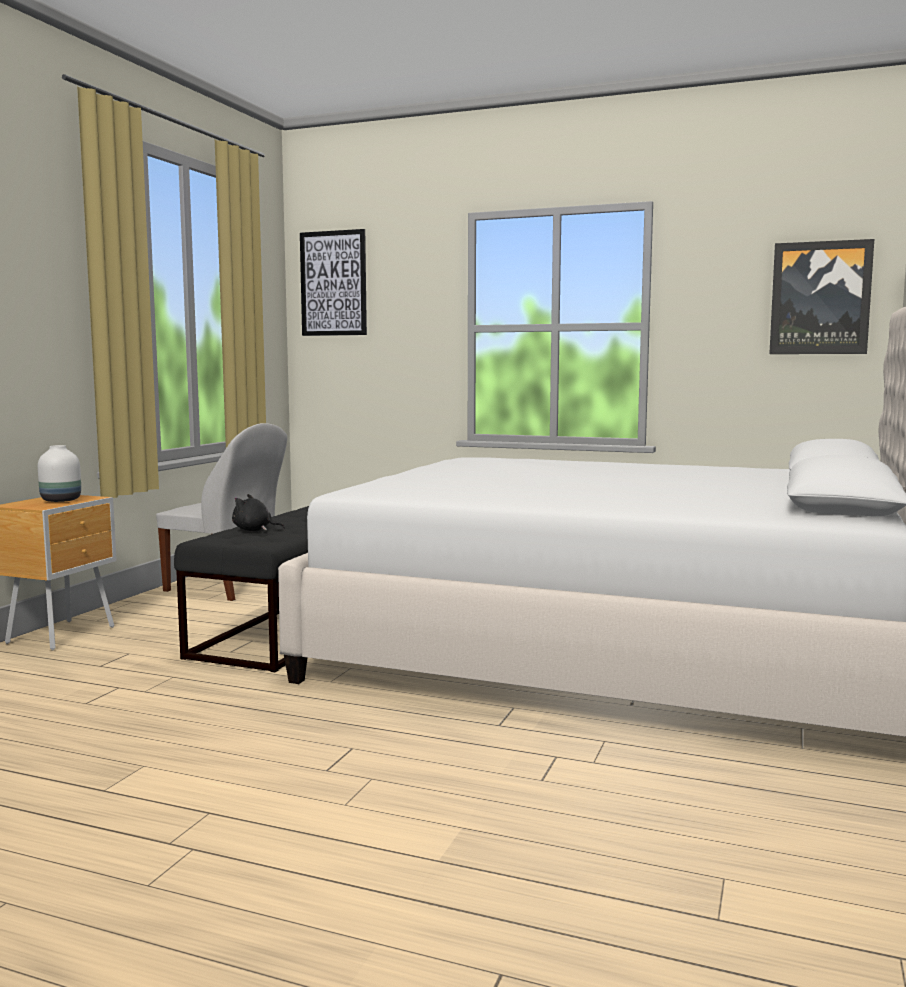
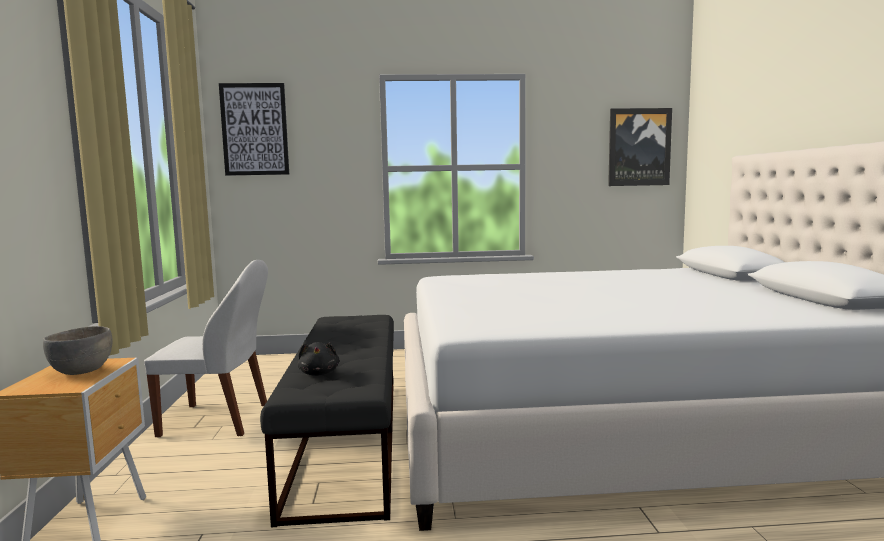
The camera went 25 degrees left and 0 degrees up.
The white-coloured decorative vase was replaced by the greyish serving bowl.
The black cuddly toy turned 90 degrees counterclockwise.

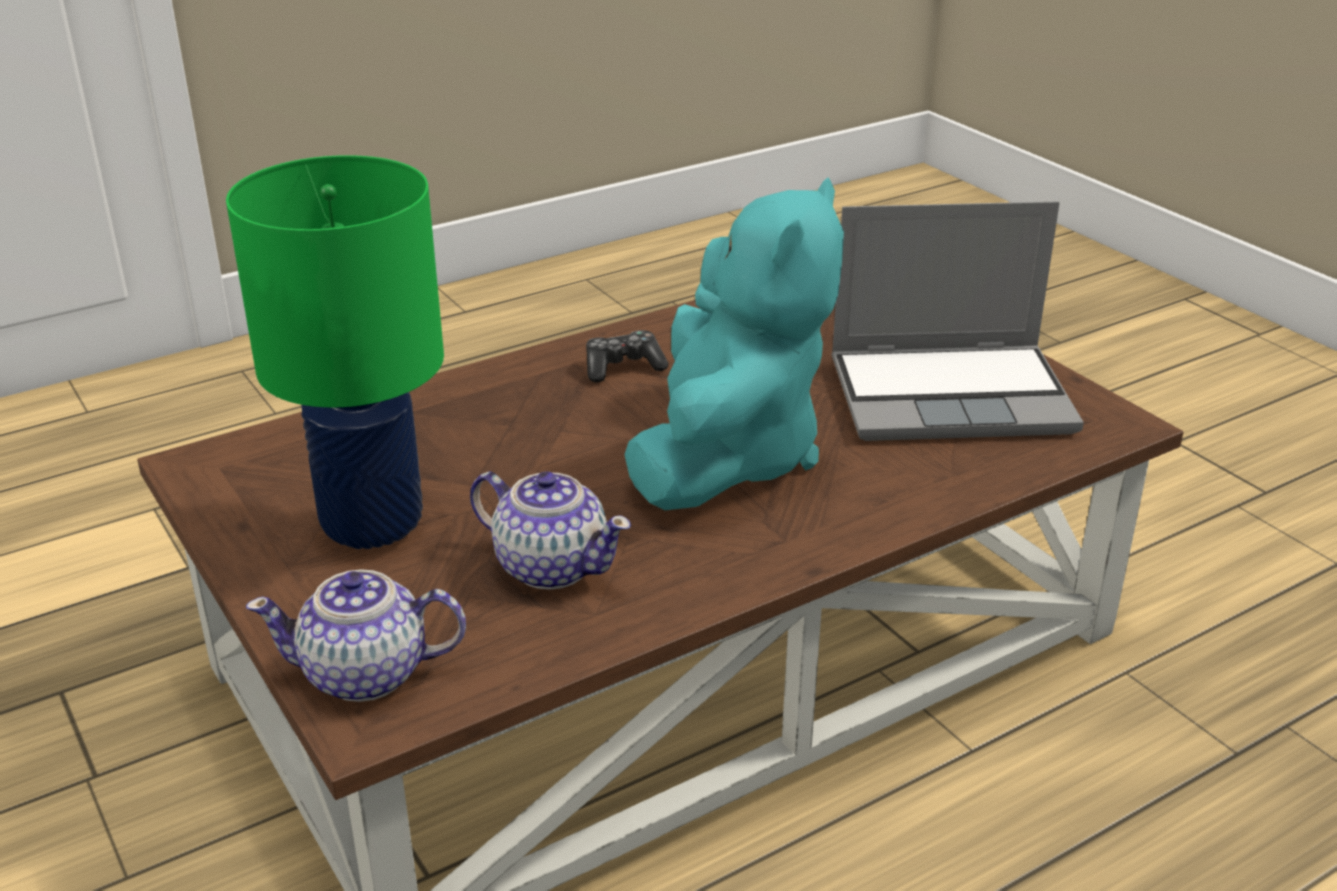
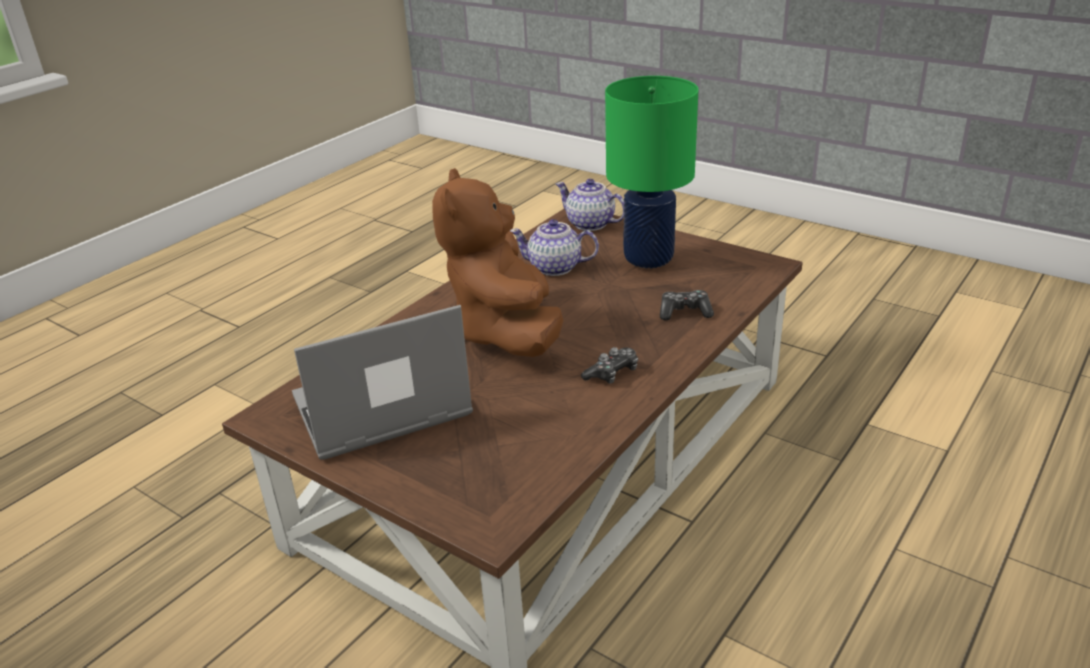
The camera went 160 degrees right and 0 degrees up.
The turquoise cuddly toy became the brown cuddly toy.
The teapot (1st from left in the first image) turned 120 degrees counterclockwise.
The gamepad (2nd from left) appeared.

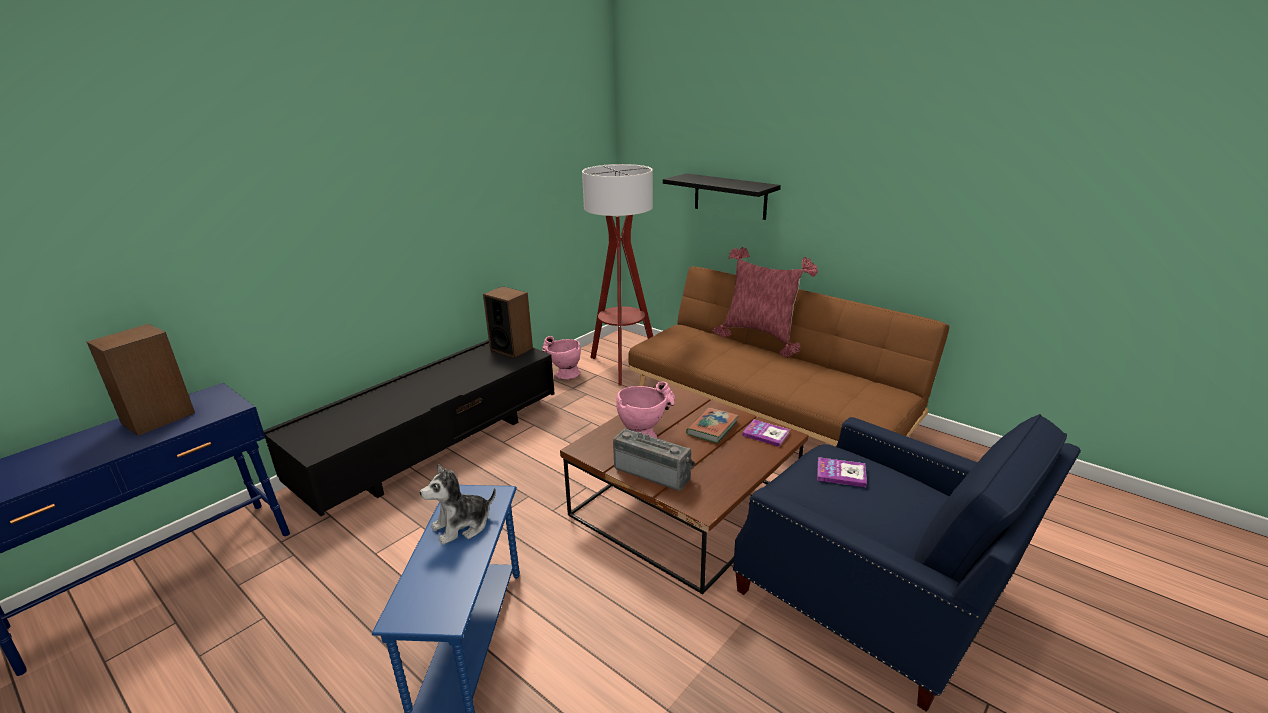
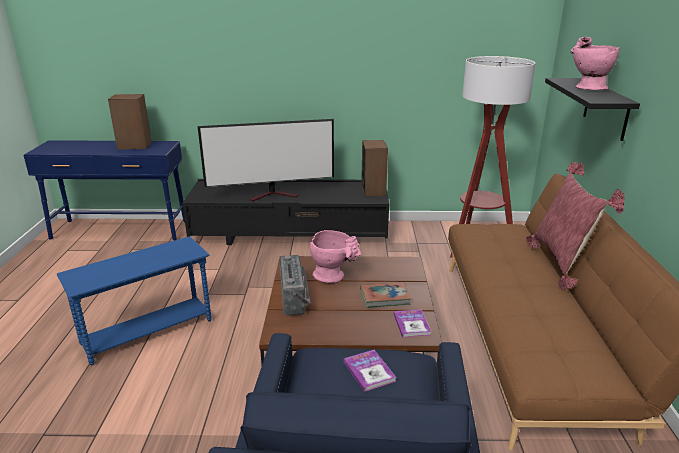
The camera went 50 degrees right and 0 degrees up.
The pink-coloured decorative vase (1st from left in the first image) moved.
The cuddly toy disappeared.
The TV appeared.

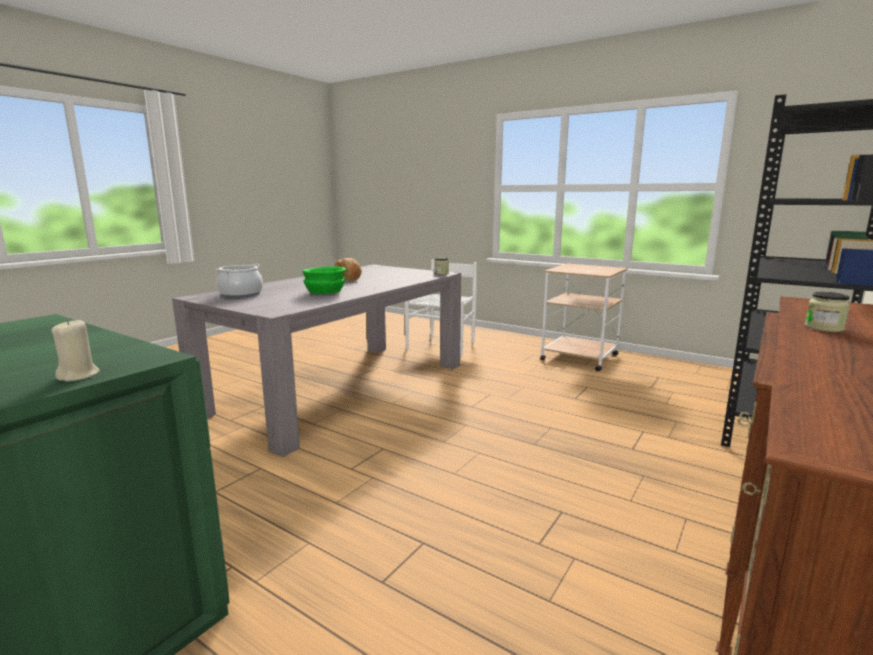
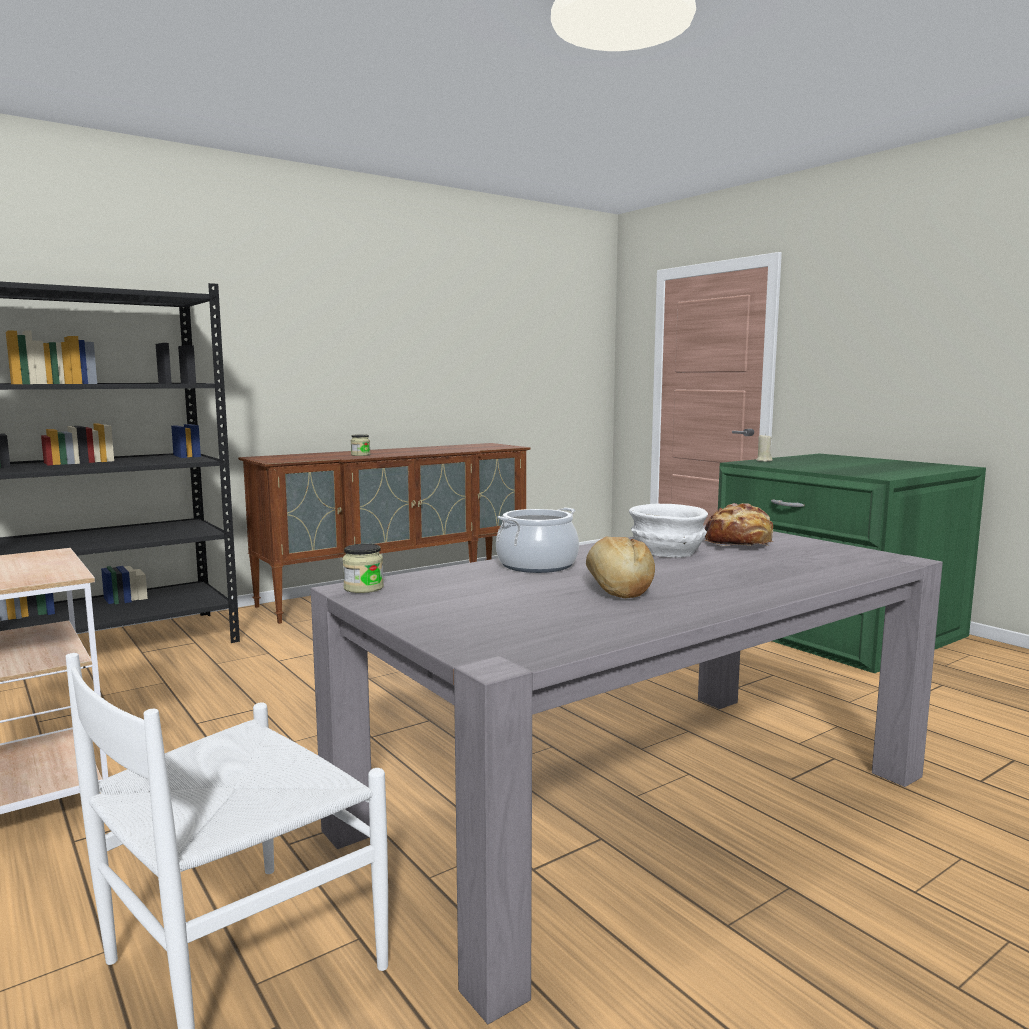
The camera went 160 degrees left and 5 degrees down.
The cooking pot moved.
The green-coloured serving bowl became the white-coloured serving bowl.
The baked bread (2nd from left) appeared.

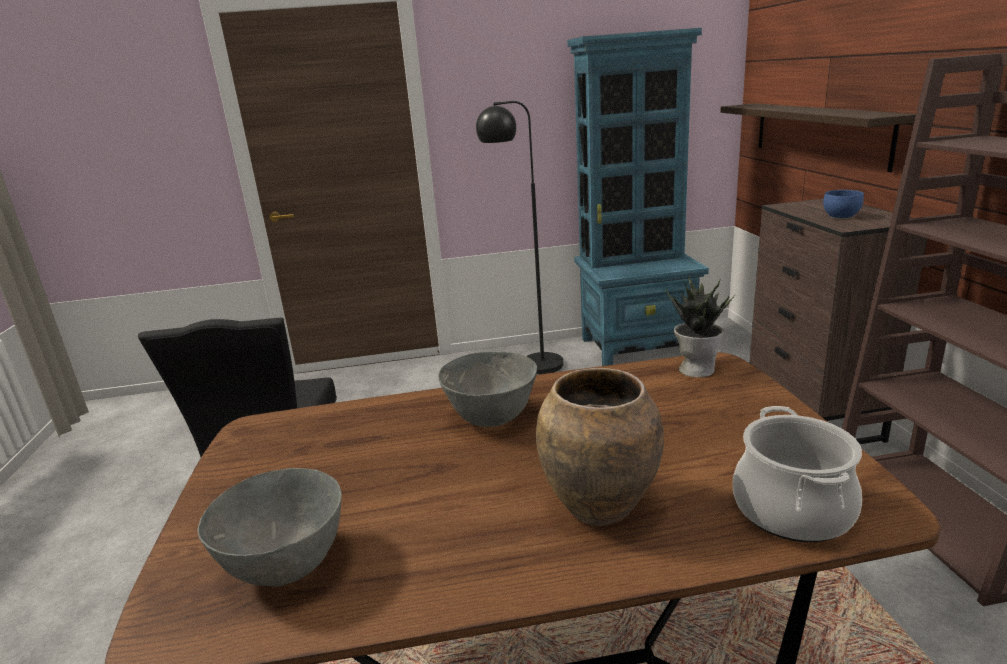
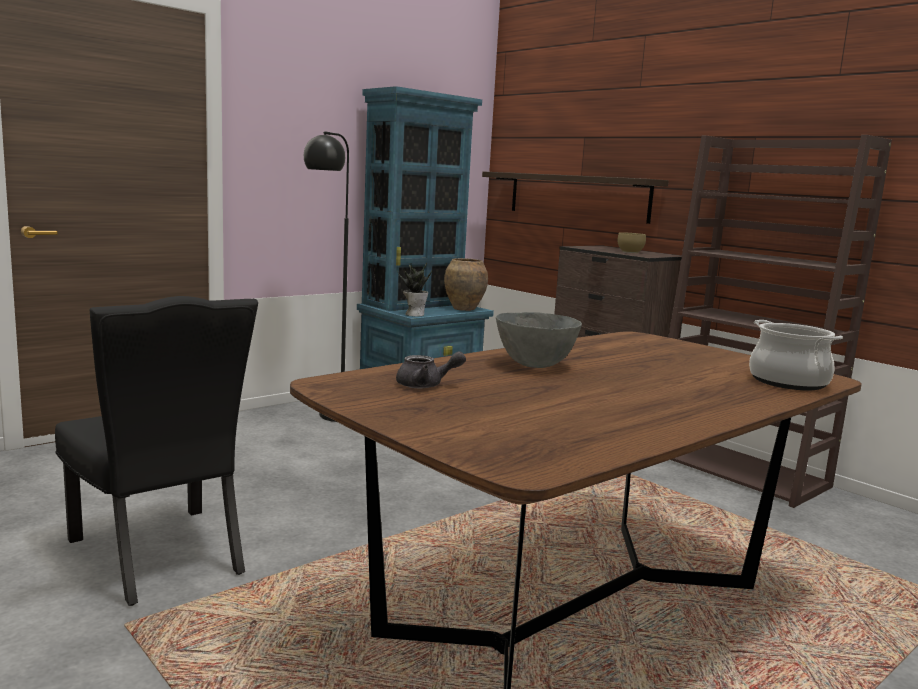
The camera went 35 degrees left and 10 degrees down.
The blue serving bowl became the brown serving bowl.
The houseplant moved.
The brown decorative vase moved.
The greyish serving bowl (1st from left) disappeared.
The greyish teapot appeared.

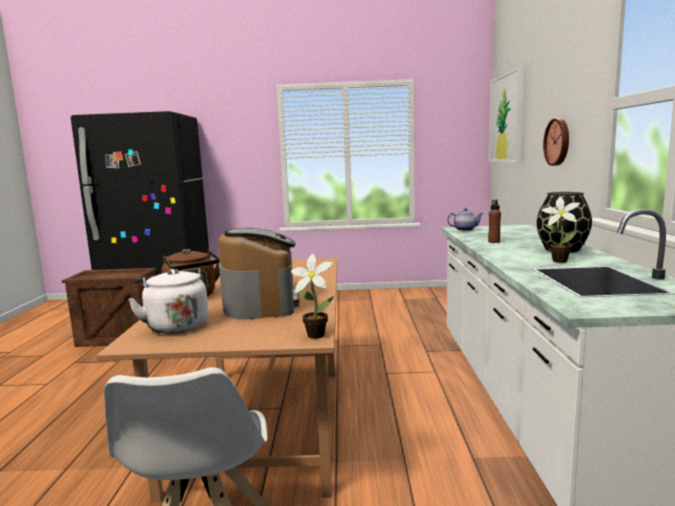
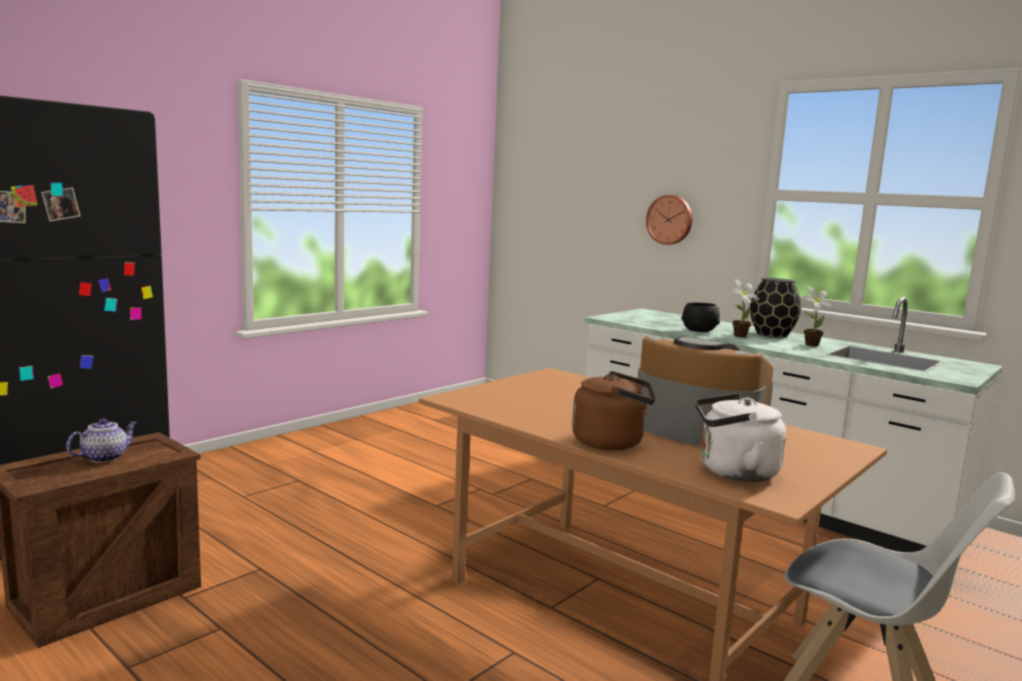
The camera went 50 degrees left and 0 degrees up.
The picture disappeared.
The brown bottle was replaced by the black serving bowl.
The teapot moved.
The houseplant (1st from left) moved.

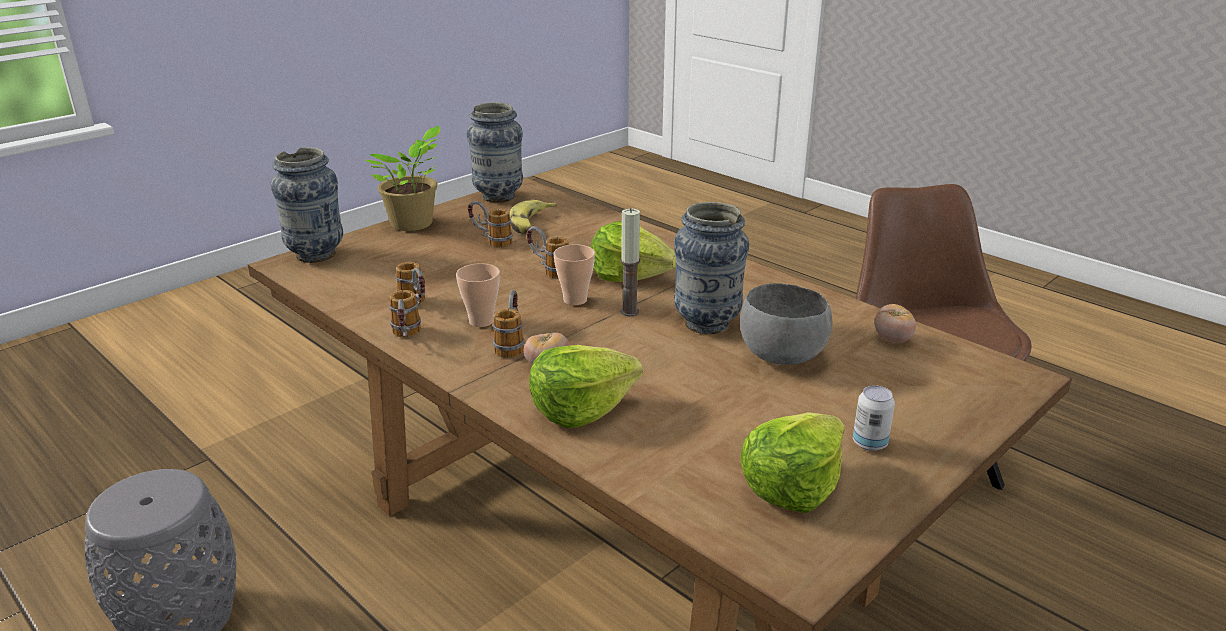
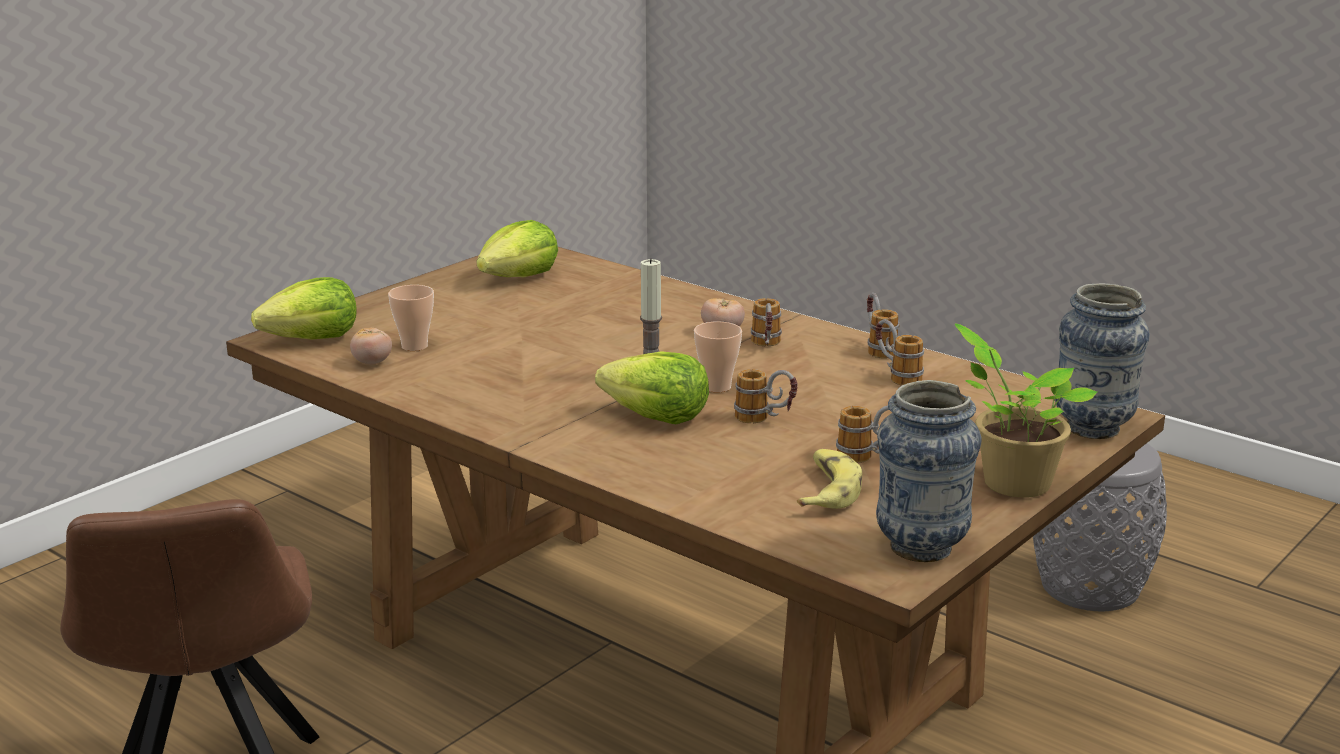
The camera went 175 degrees right and 5 degrees down.
The decorative vase (3rd from left) disappeared.
The small cup (1st from left) moved.
The greyish serving bowl disappeared.
The head of lettuce (1st from left) moved.
The metal can disappeared.

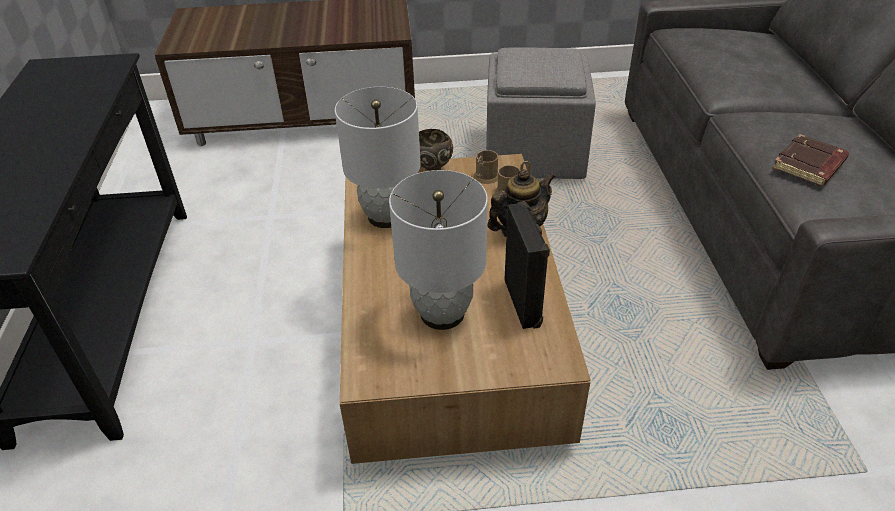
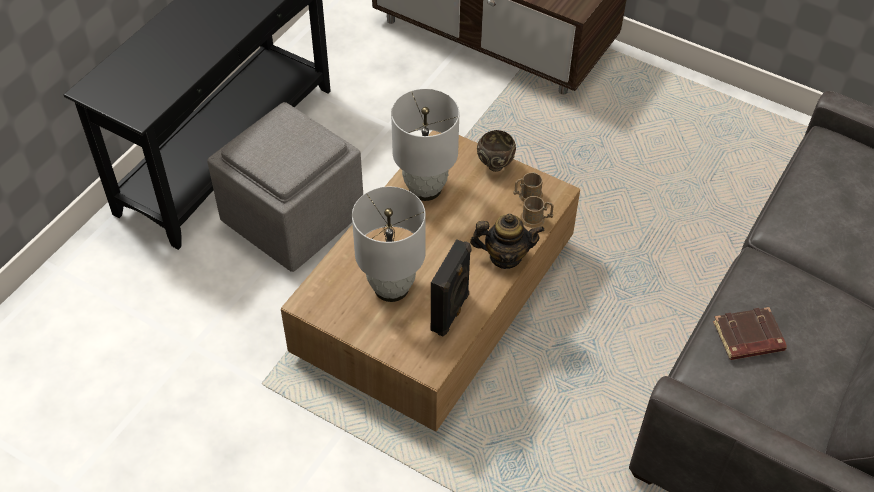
The camera went 35 degrees right and 10 degrees up.
The greyish pouffe moved.

